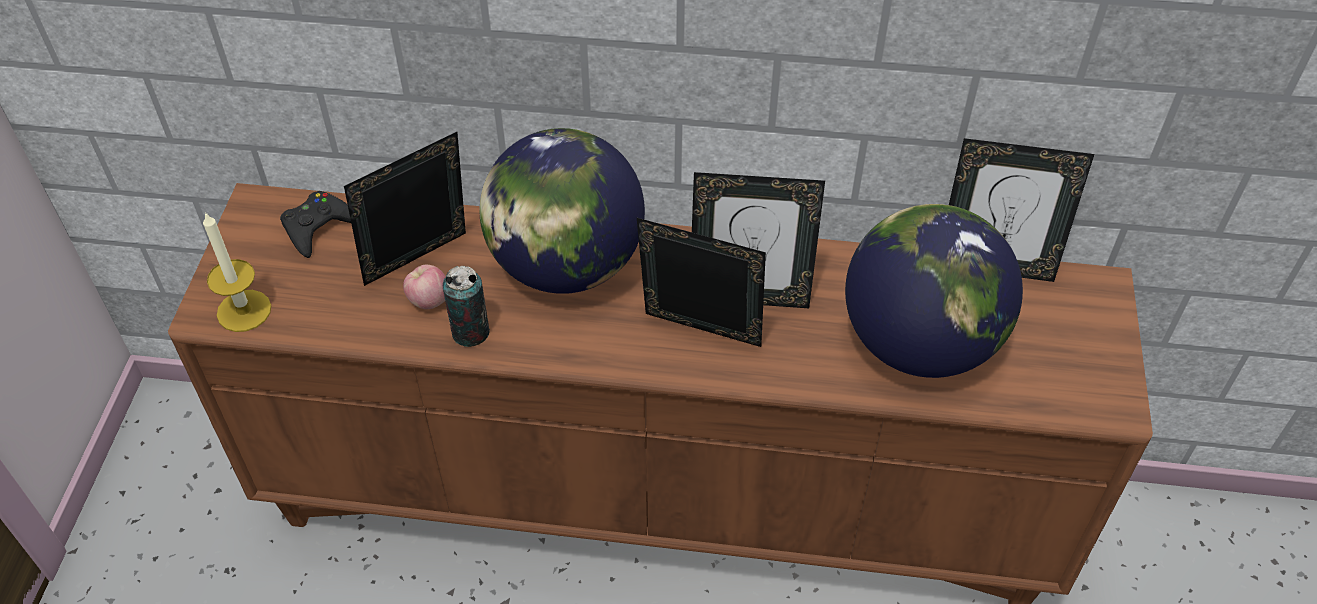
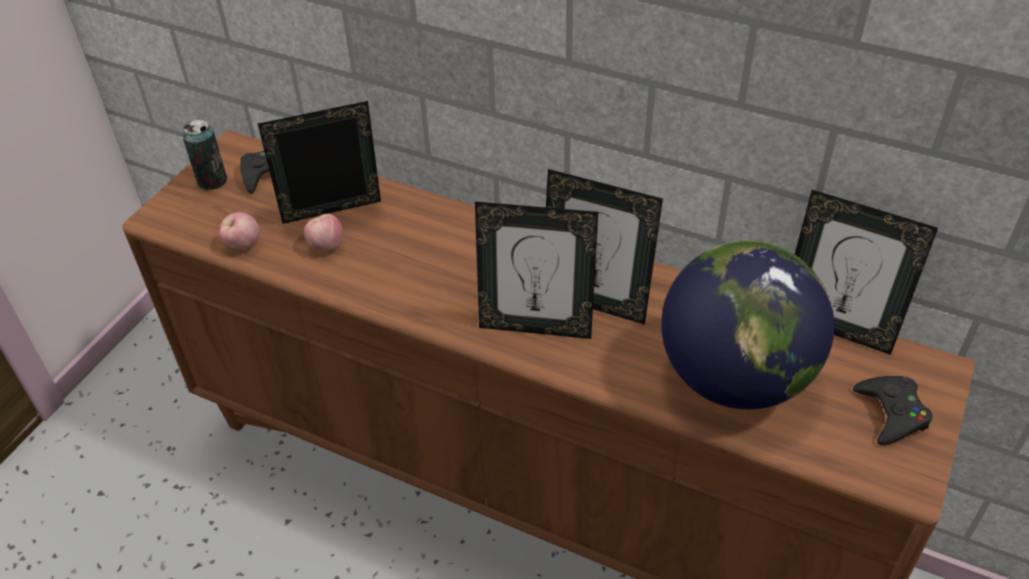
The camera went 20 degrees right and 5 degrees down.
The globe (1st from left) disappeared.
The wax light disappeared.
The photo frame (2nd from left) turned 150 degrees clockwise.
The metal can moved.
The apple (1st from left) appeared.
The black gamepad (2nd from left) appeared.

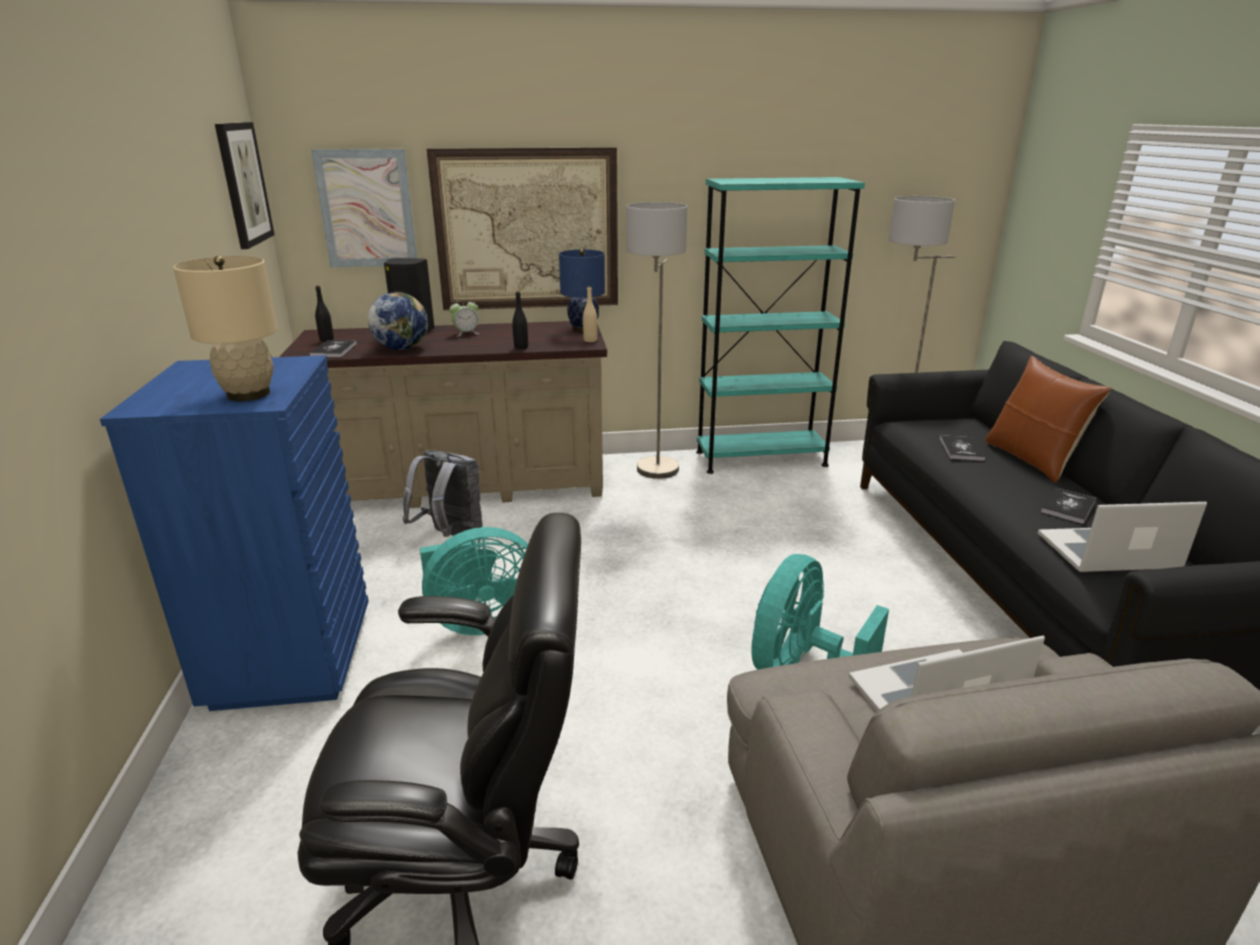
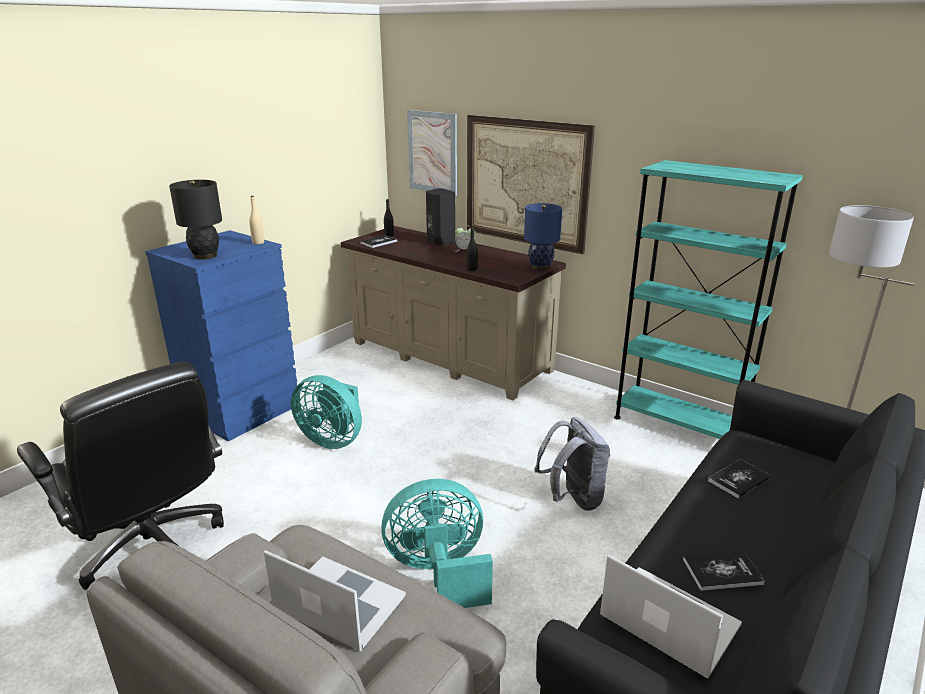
The camera went 45 degrees right and 0 degrees up.
The picture (1st from left) disappeared.
The greyish floor lamp (1st from left) disappeared.
The sand-coloured lamp for a table became the black lamp for a table.
The sand-coloured bottle moved.
The globe disappeared.
The brown pillow disappeared.
The greyish rucksack moved.

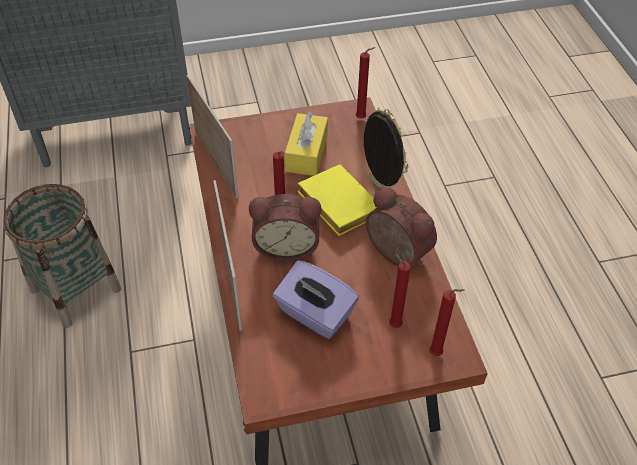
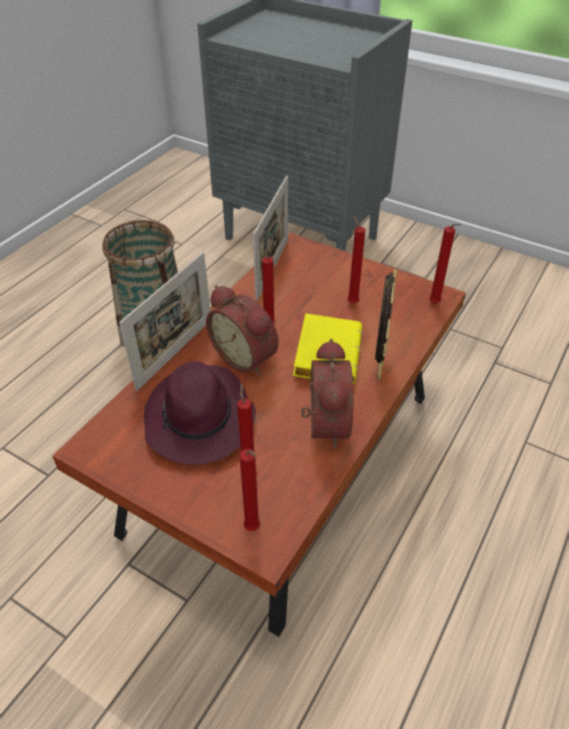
The camera went 45 degrees right and 5 degrees down.
The yellow-coloured tissue box was replaced by the red wax light (4th from left).
The purplish tissue box was replaced by the purplish wearable hat.

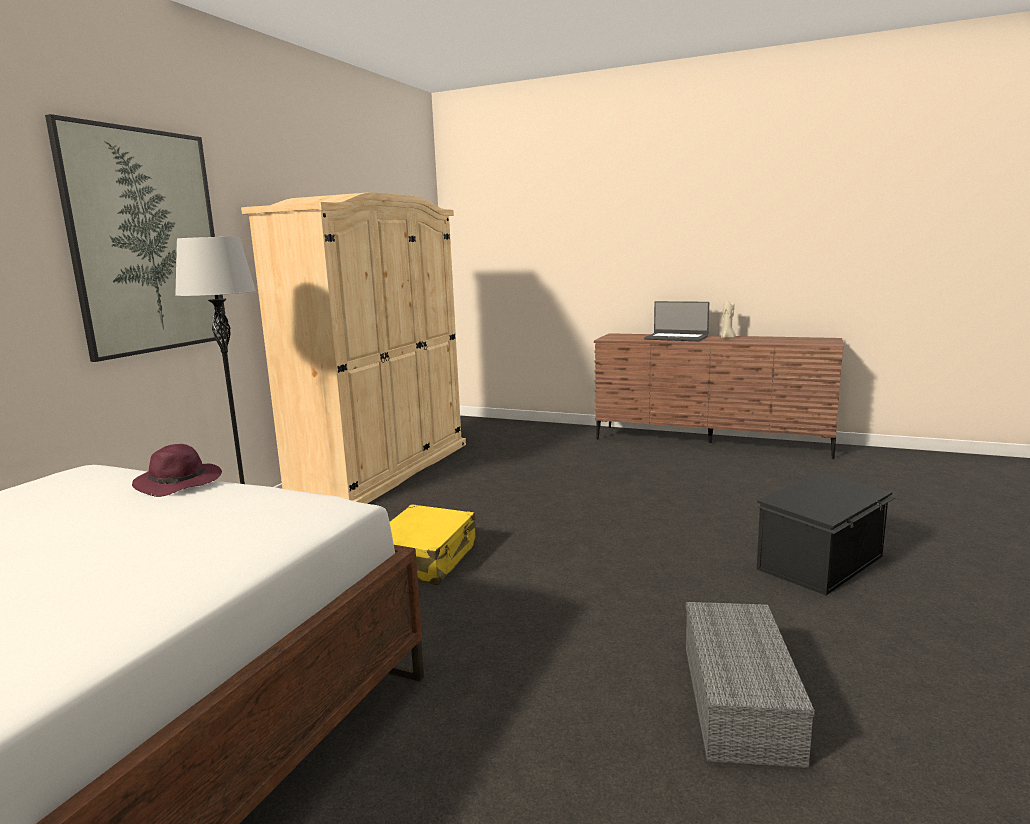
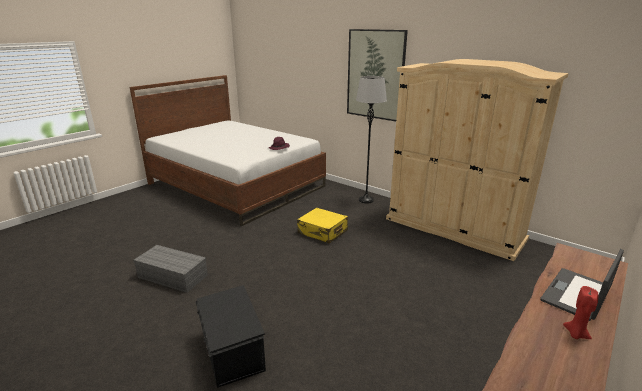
The camera went 105 degrees right and 10 degrees up.
The sand-coloured wax light became the red wax light.

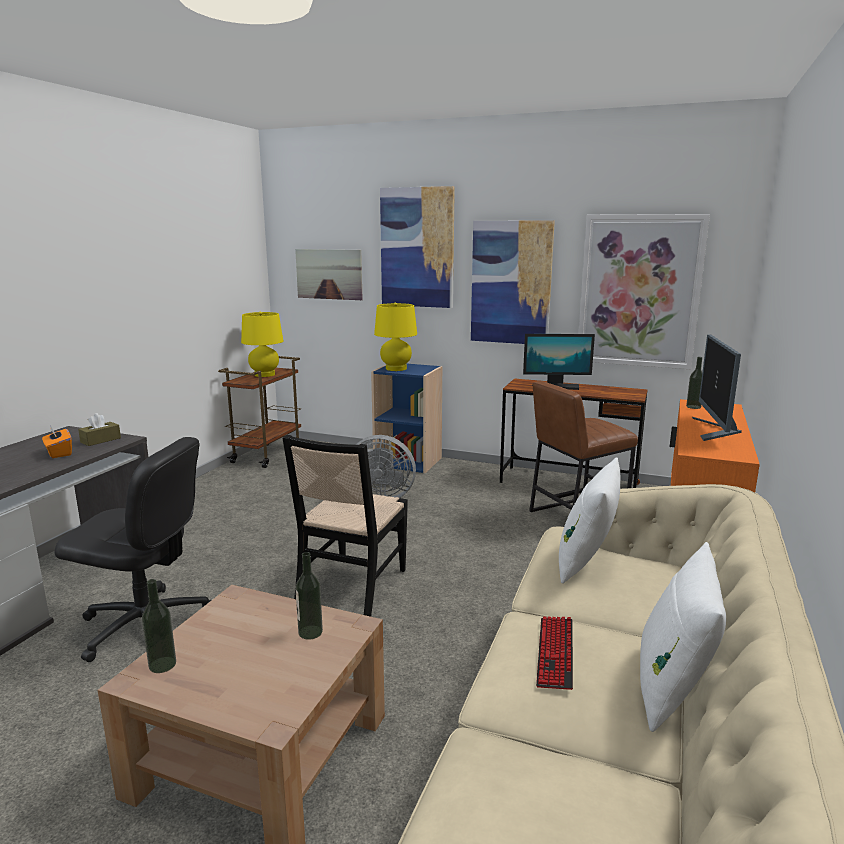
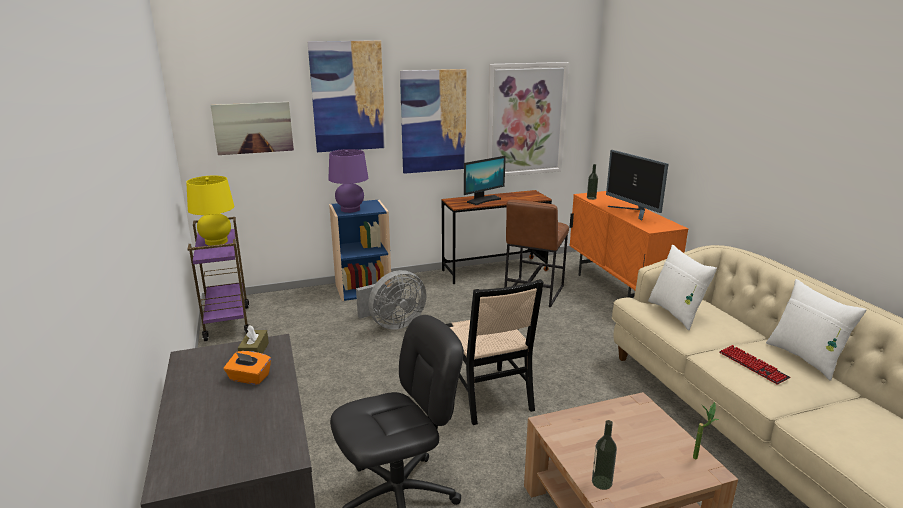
The camera went 40 degrees left and 5 degrees up.
The yellow-coloured lamp for a table (2nd from left) became the purplish lamp for a table.
The brown trolley became the purplish trolley.
The bottle (2nd from left) disappeared.
The houseplant appeared.

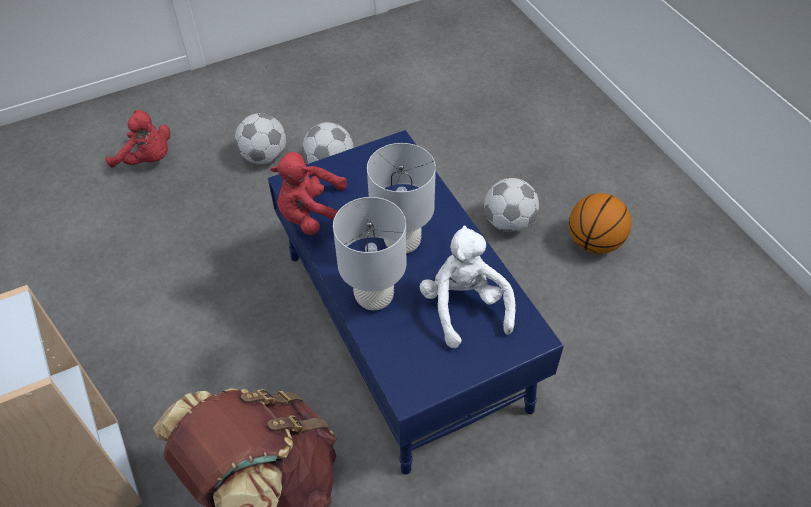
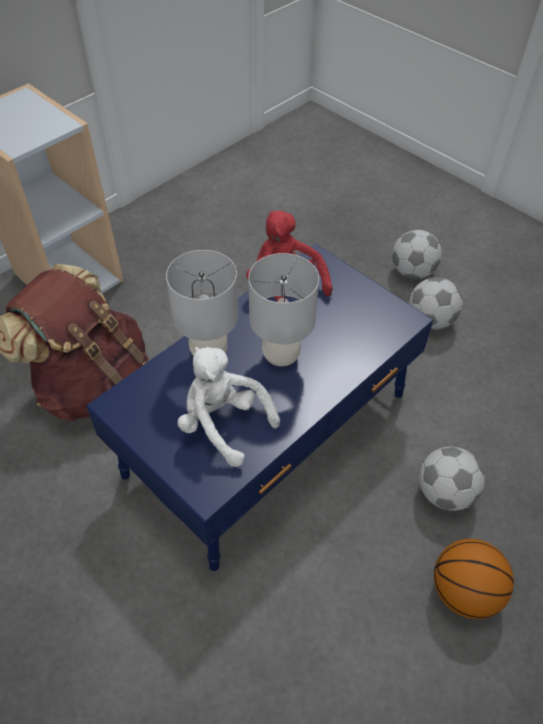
The camera went 70 degrees right and 0 degrees up.
The red cuddly toy (1st from left) disappeared.
The white-coloured cuddly toy turned 105 degrees counterclockwise.

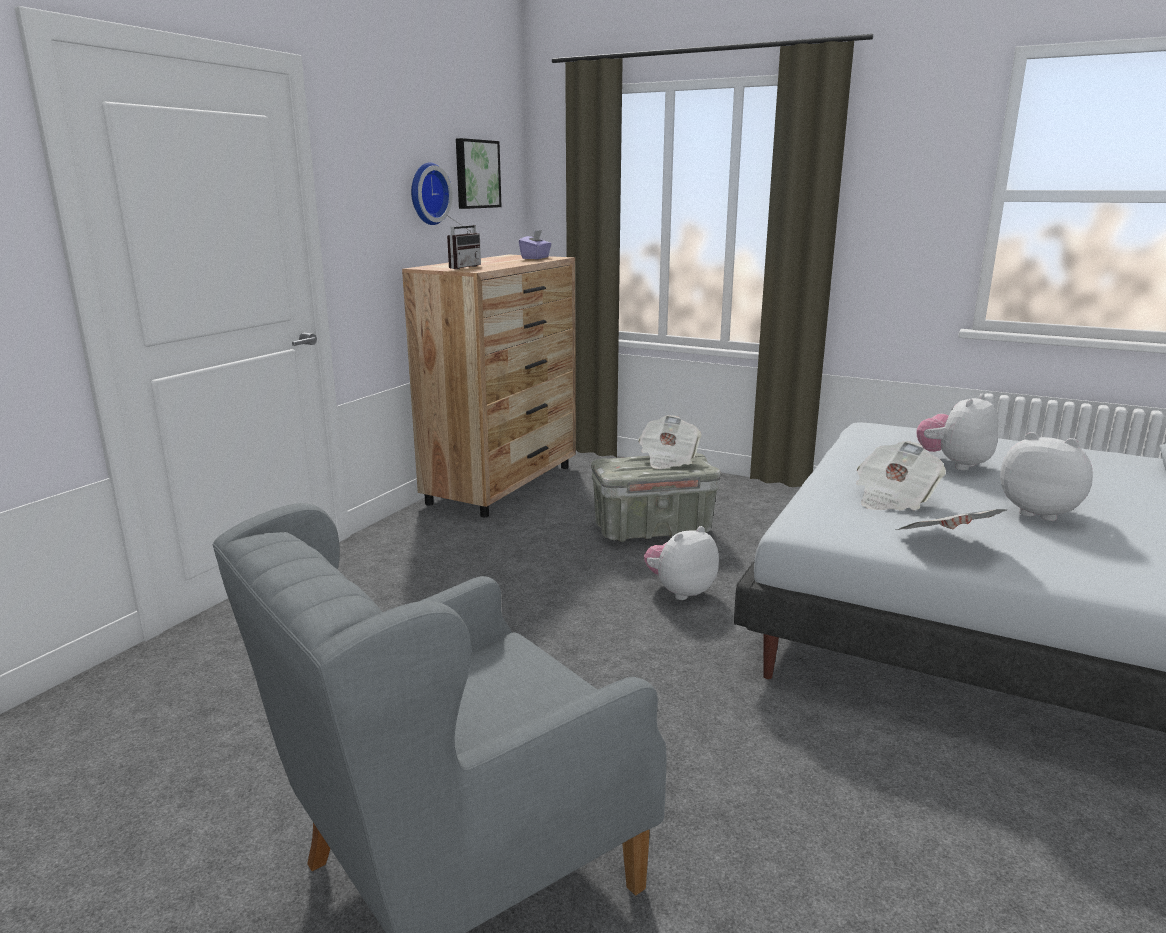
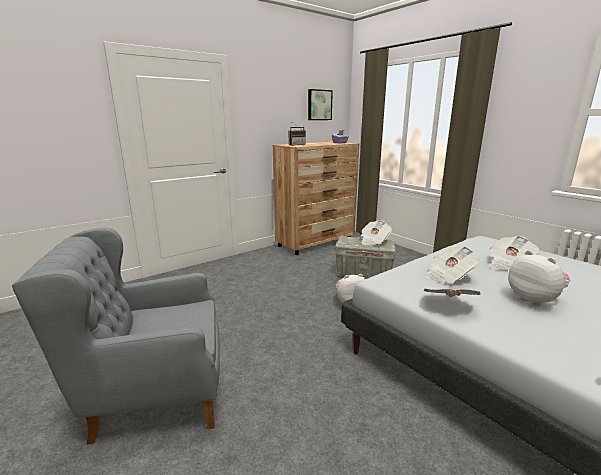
The camera went 25 degrees right and 0 degrees up.
The hanging clock disappeared.
The cuddly toy (2nd from left) was replaced by the printed paper (4th from left).

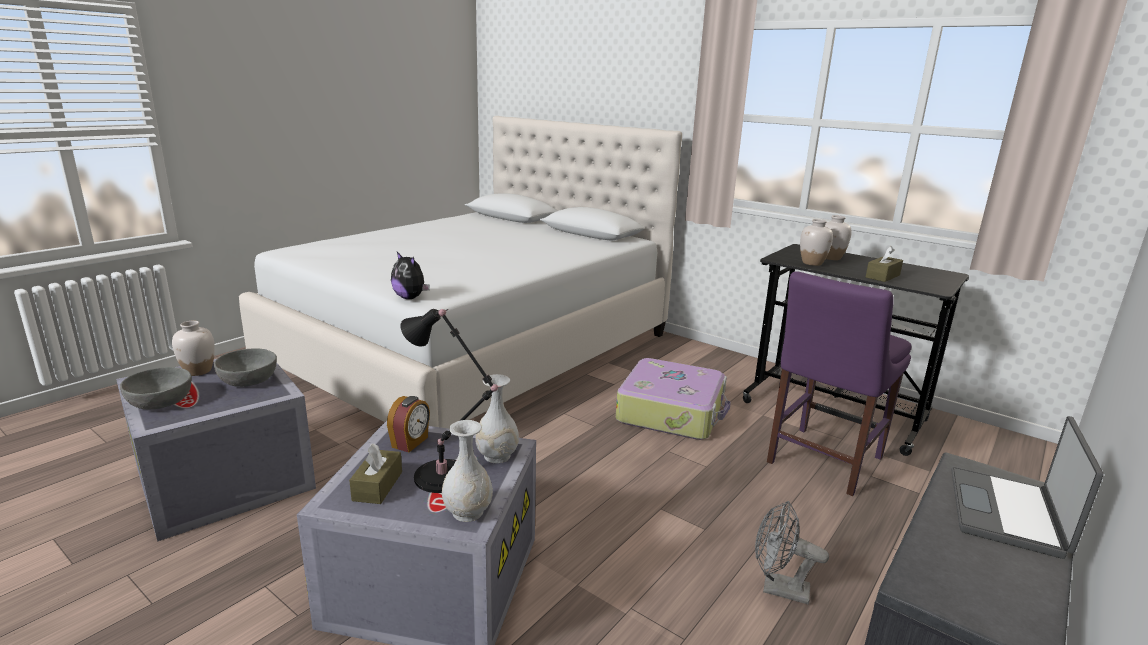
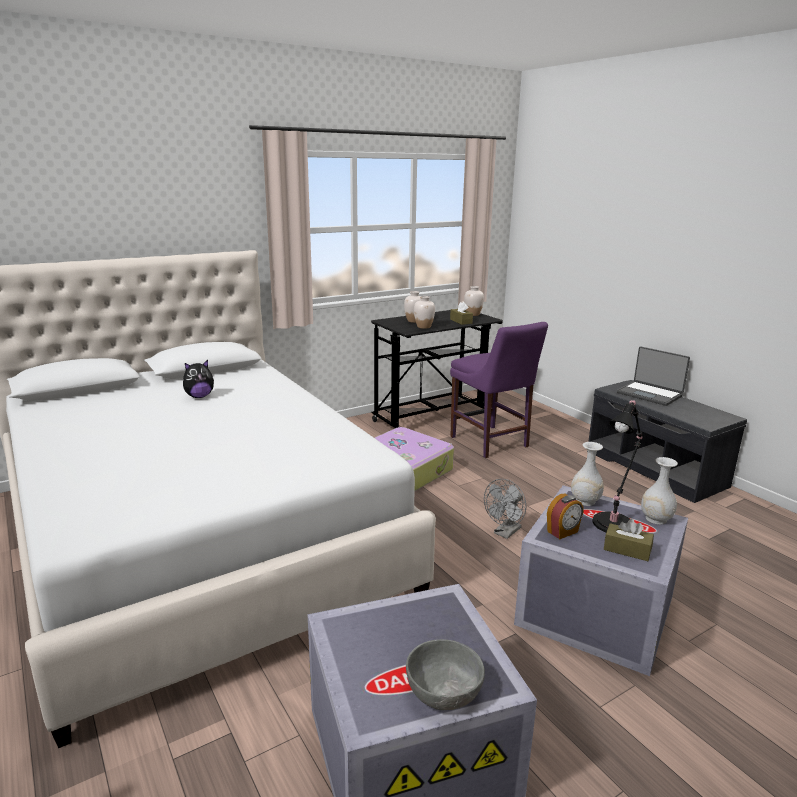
The camera went 70 degrees left and 0 degrees up.
The cuddly toy moved.
The white-coloured decorative vase (1st from left in the first image) moved.
The greyish serving bowl (2nd from left) disappeared.
The bedside clock turned 105 degrees clockwise.
The greyish cooling fan moved.

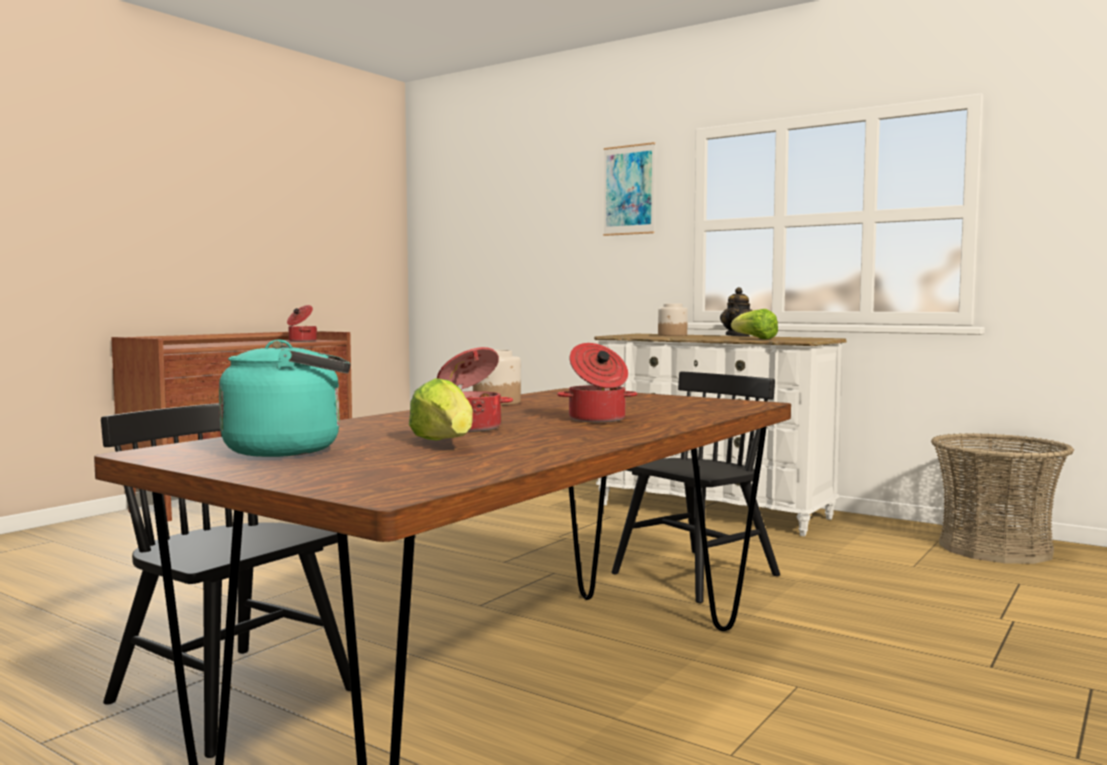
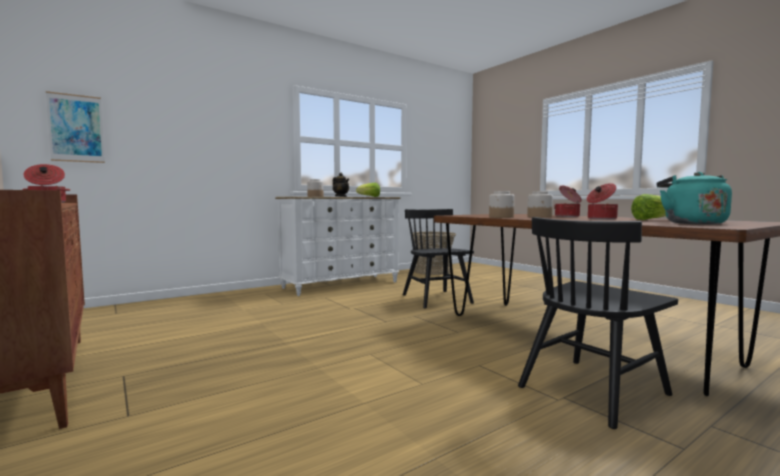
The camera went 70 degrees left and 0 degrees up.
The picture moved.
The jar (3rd from left) appeared.

